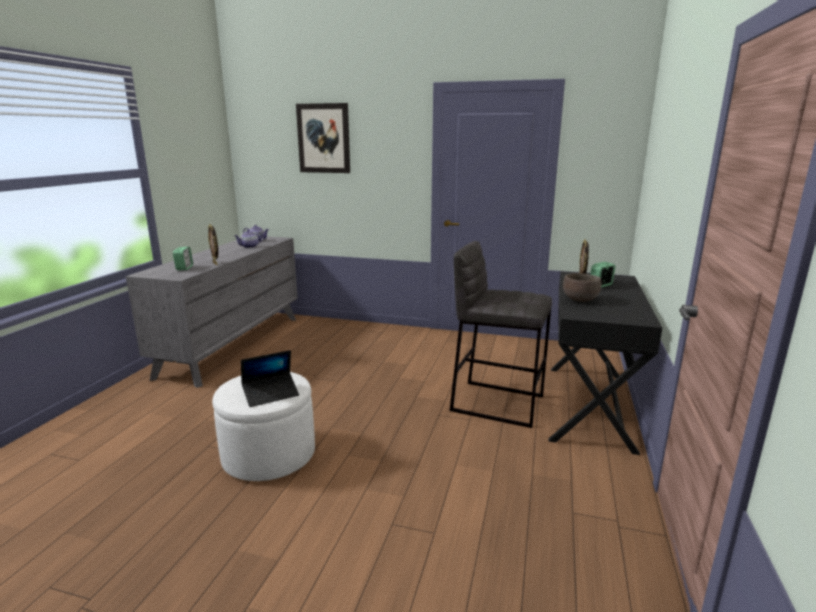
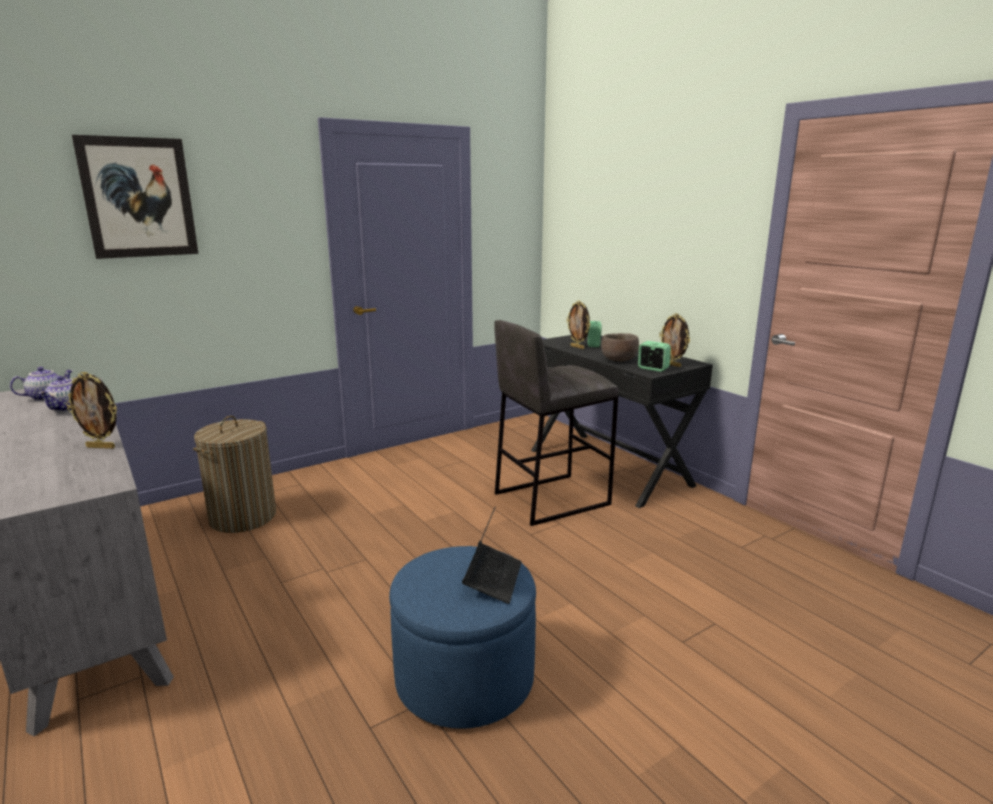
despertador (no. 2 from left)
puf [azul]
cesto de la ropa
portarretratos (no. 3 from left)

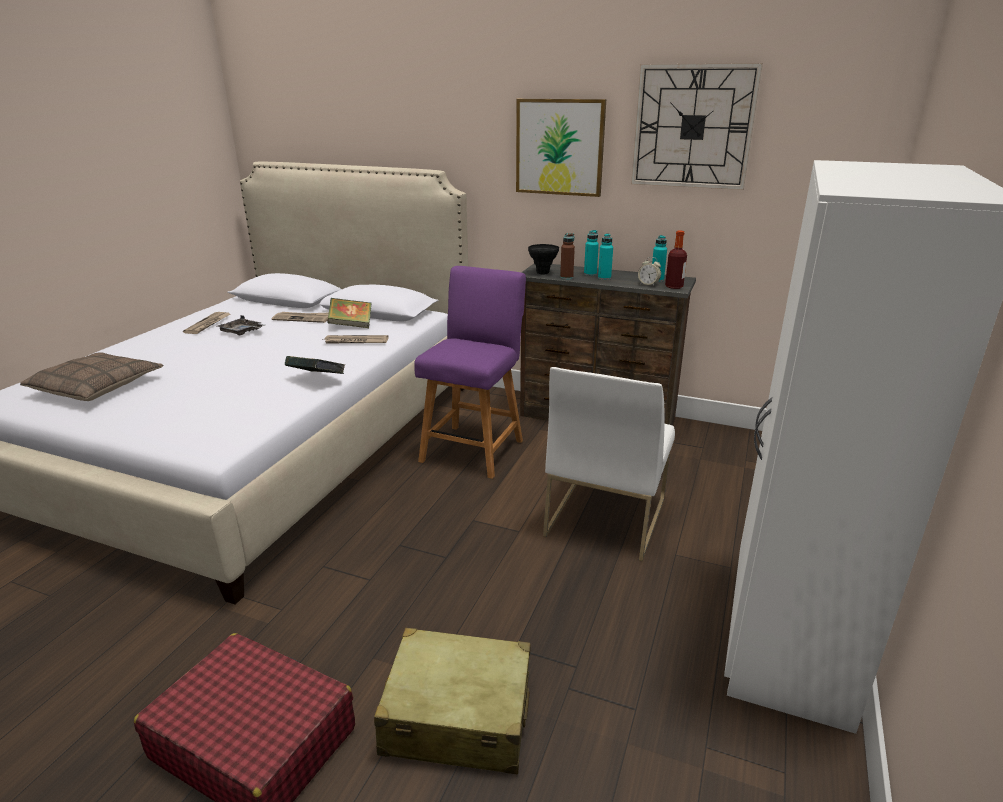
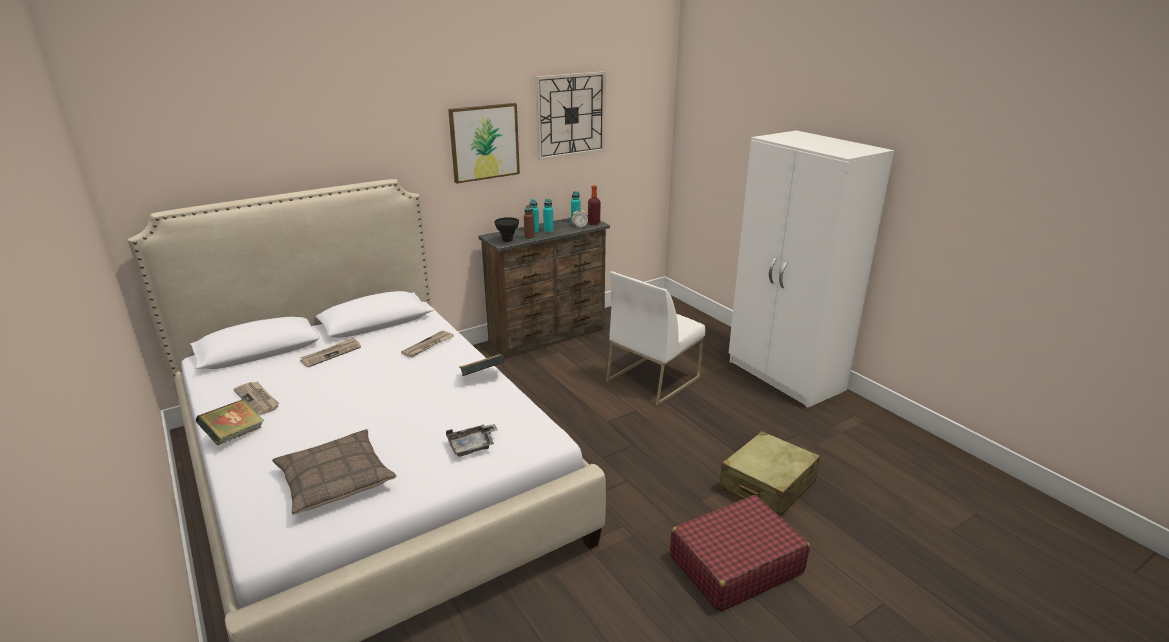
bandeja [gris]
libro (no. 1 from left)
silla [morado]
silla [blanco]

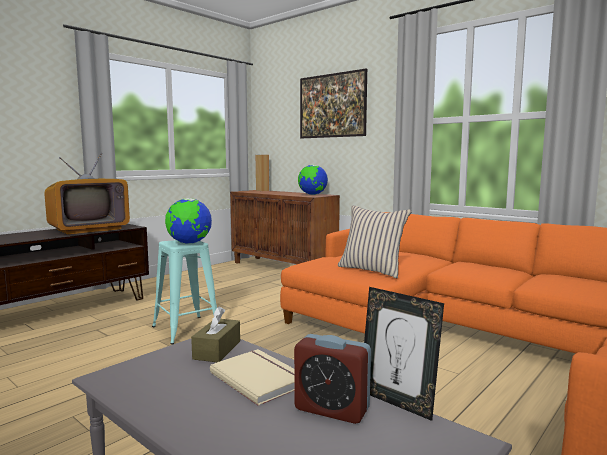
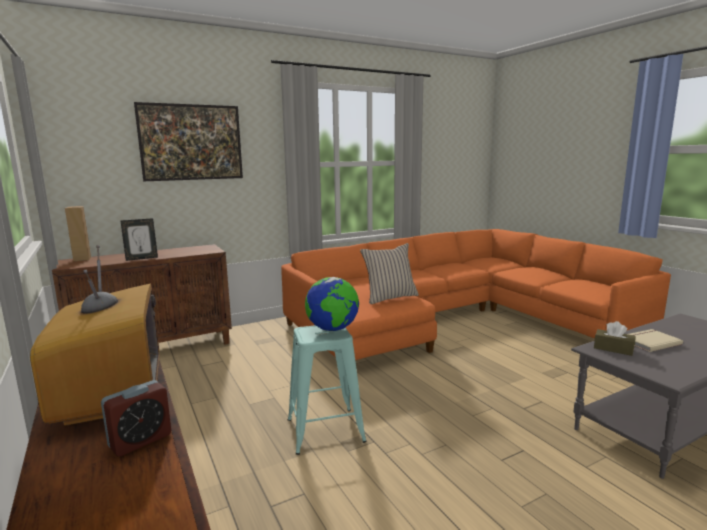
despertador
globo terráqueo (no. 2 from left in the first image)
portarretratos

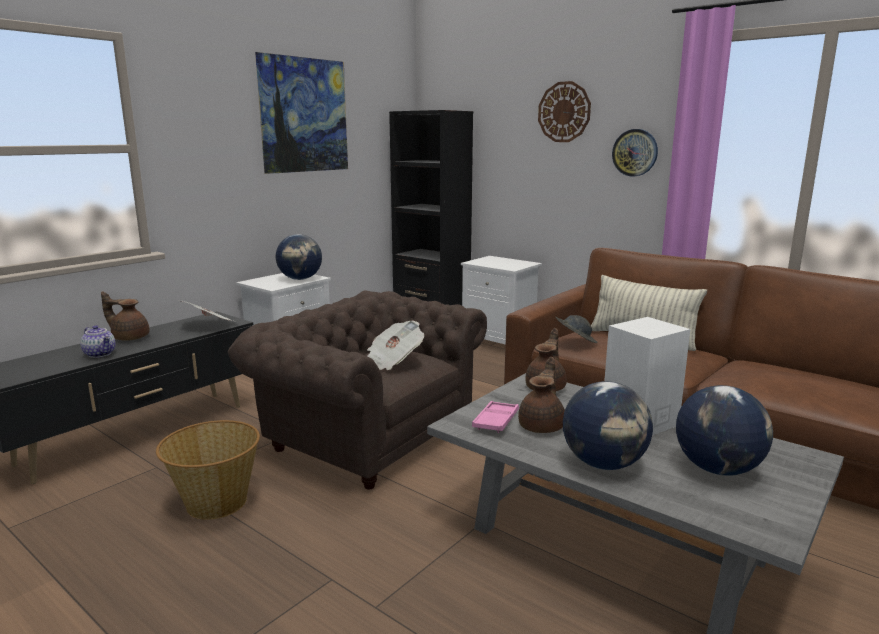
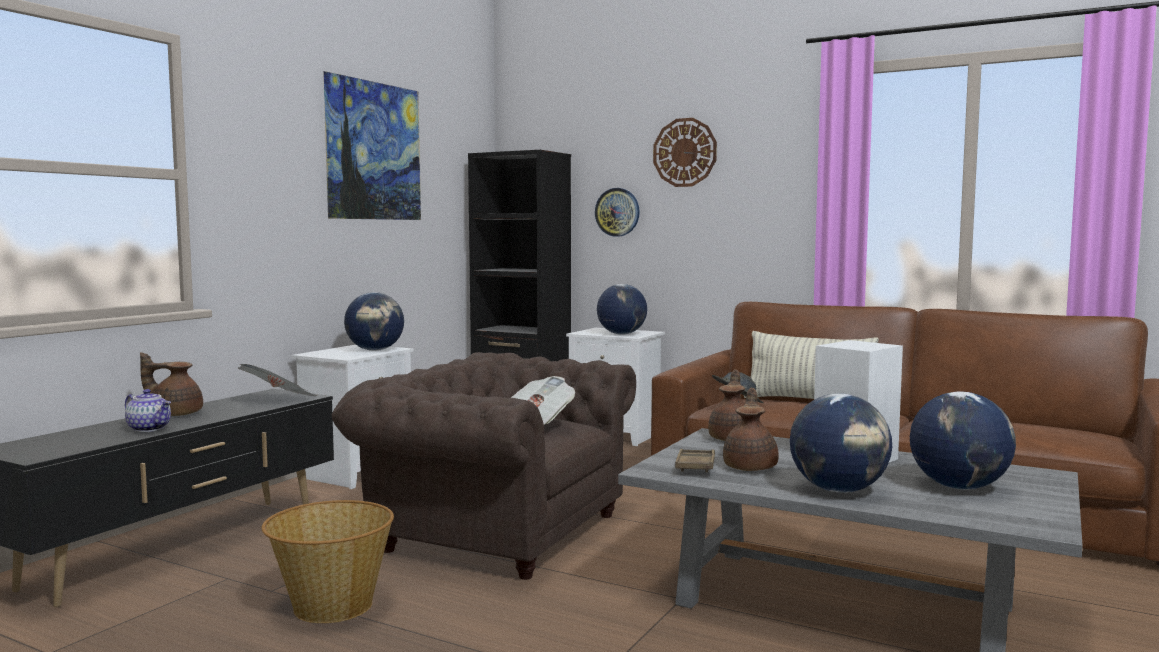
bandeja [marrón]
reloj de pared (no. 1 from left)
globo terráqueo (no. 2 from left)

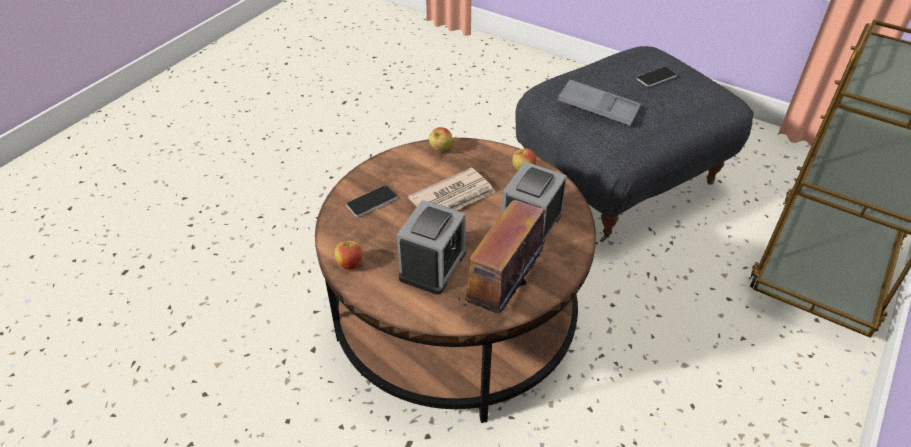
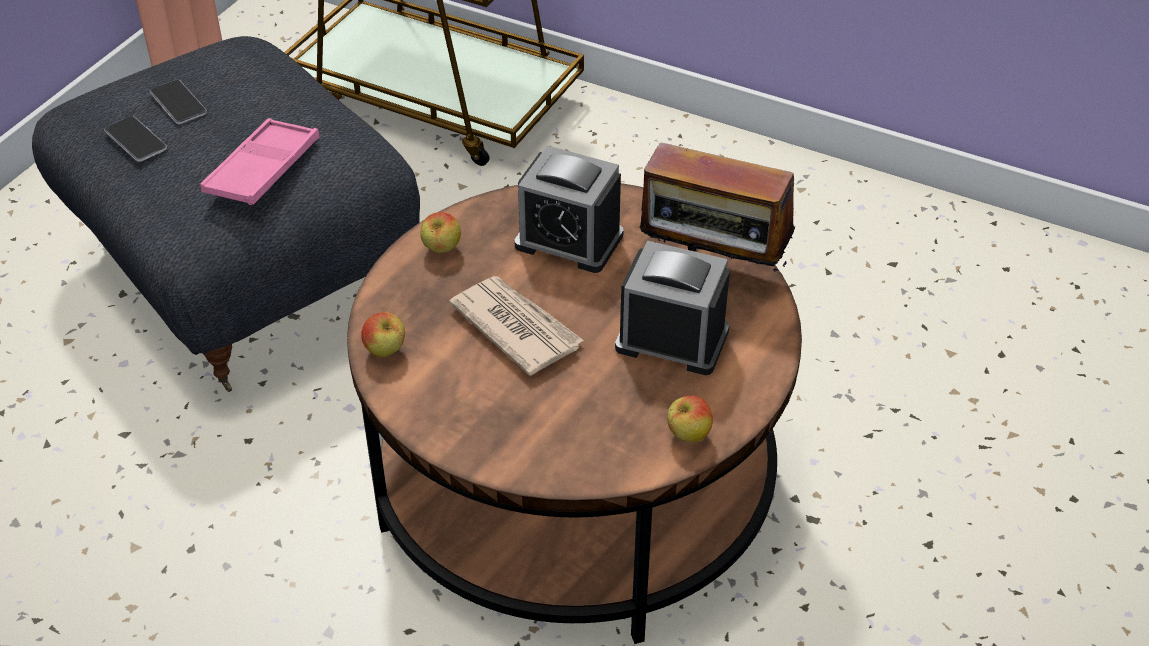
móvil (no. 1 from left)
bandeja [rosa]

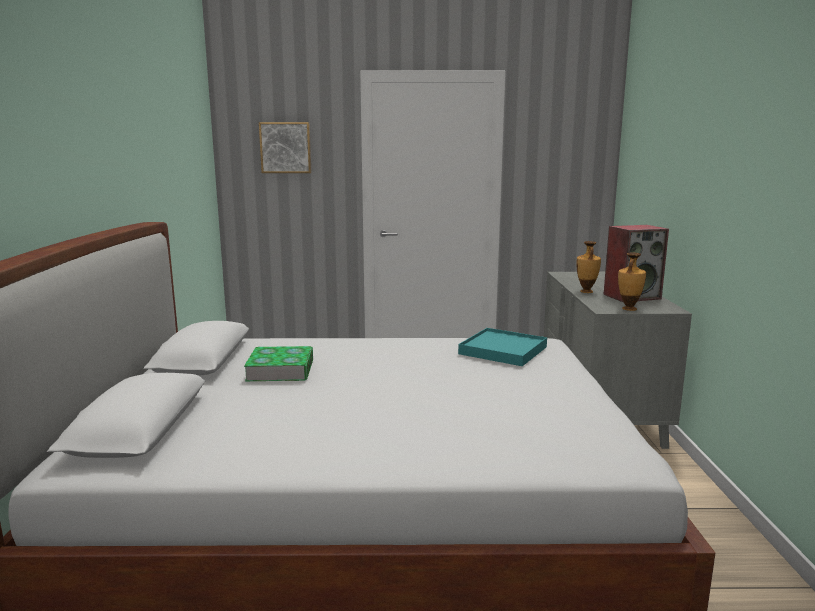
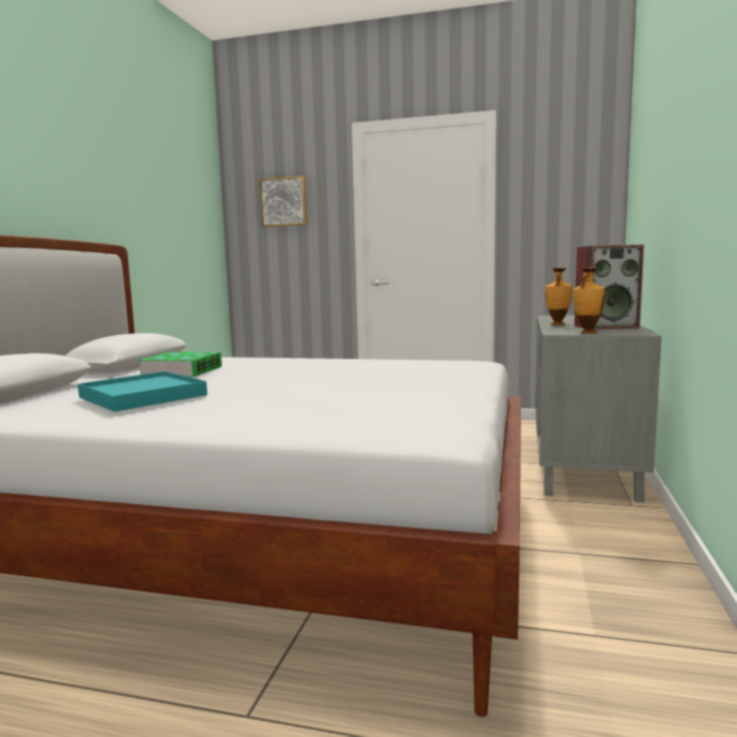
bandeja [turquesa]

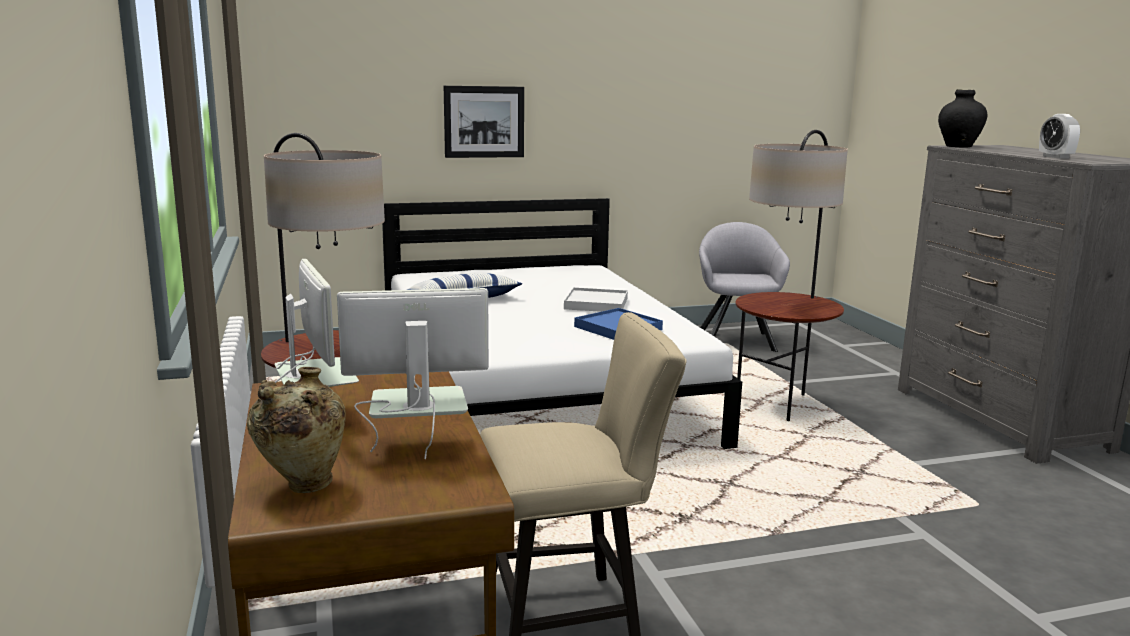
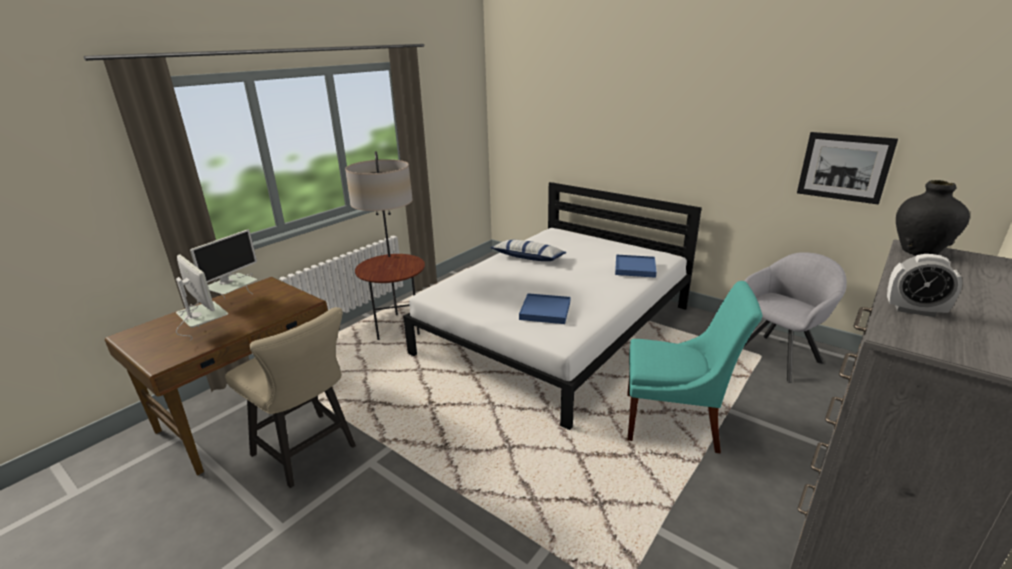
florero [beis]
cuadro
bandeja [blanco]
silla [turquesa]
despertador
bandeja [azul] (no. 2 from left)

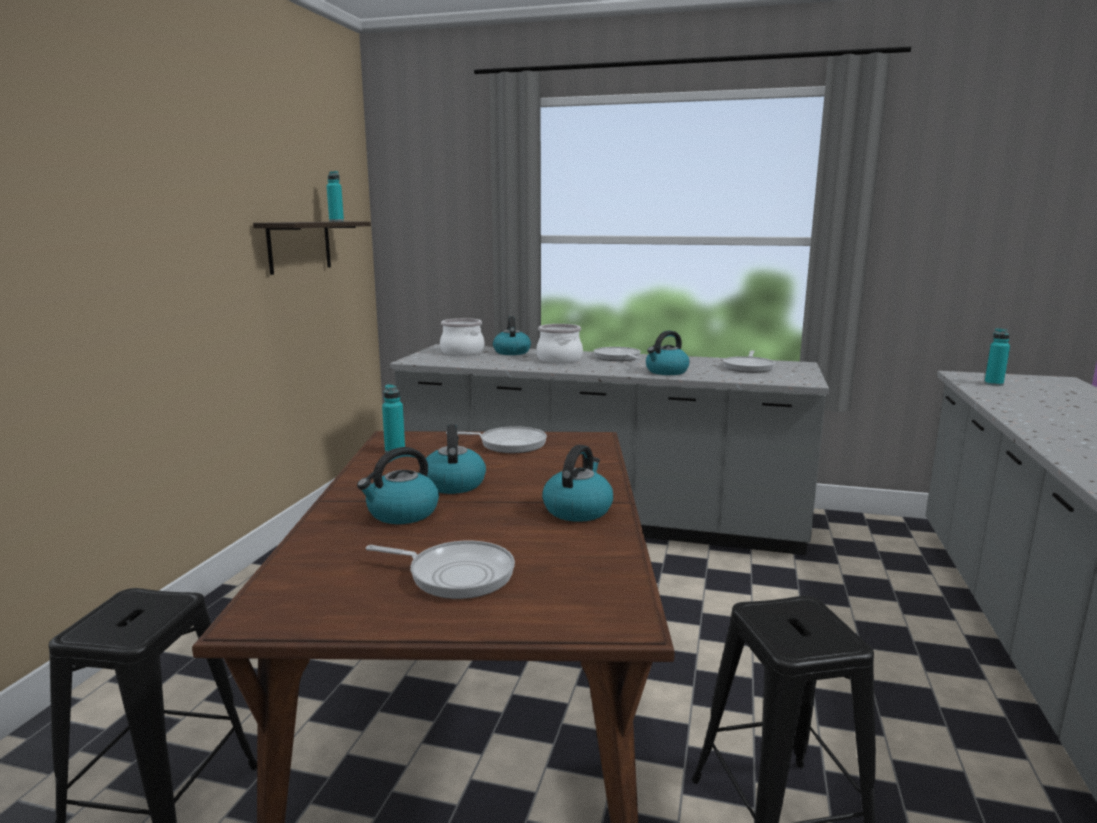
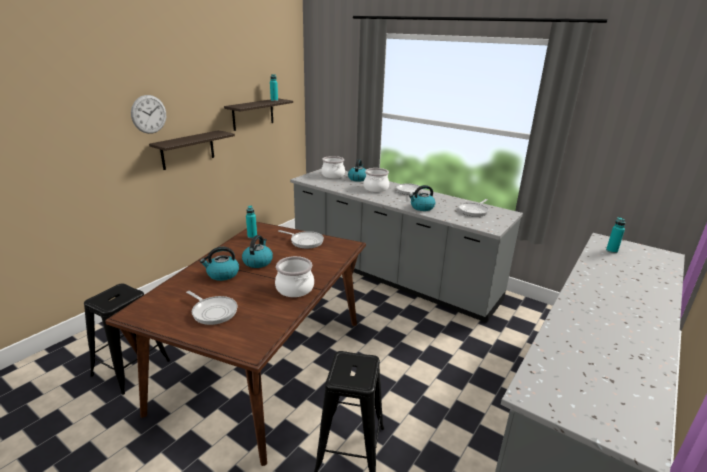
olla (no. 1 from left)
reloj de pared
estante (no. 1 from left)

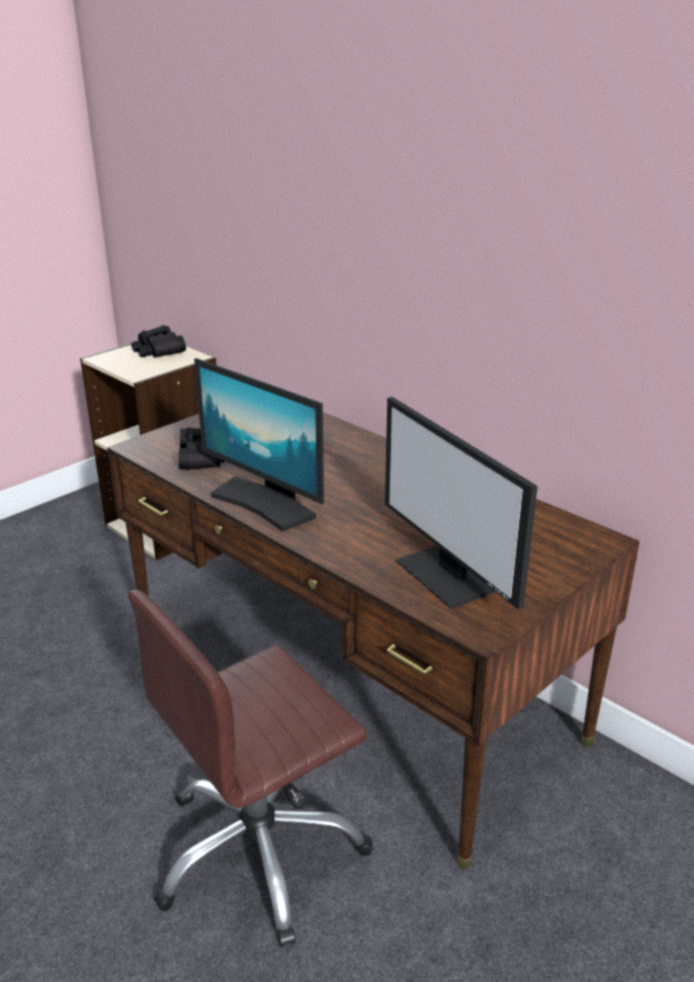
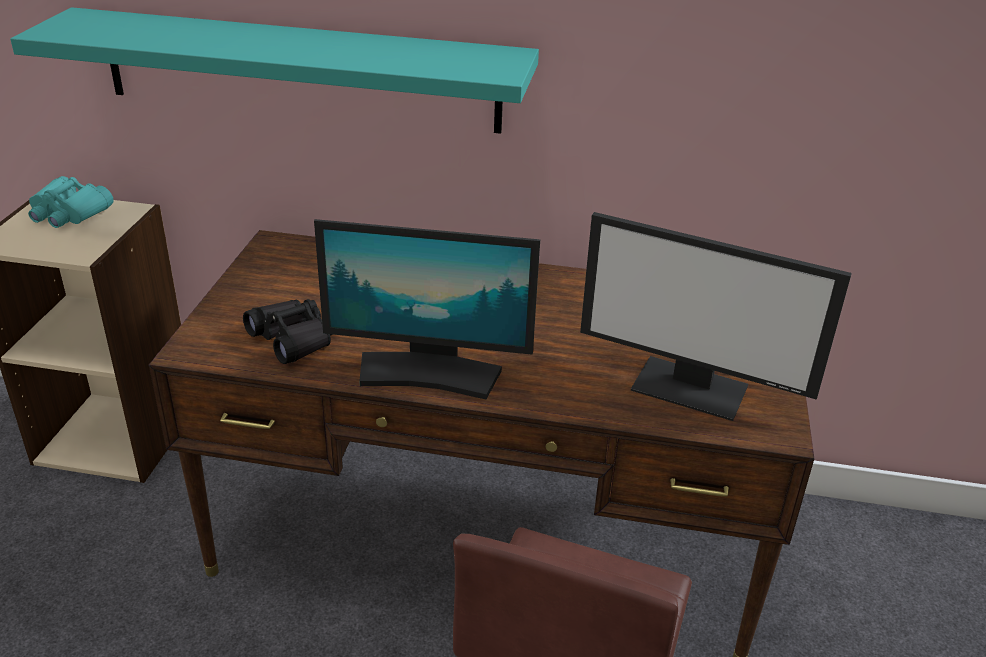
prismáticos [turquesa]
estante [turquesa]

